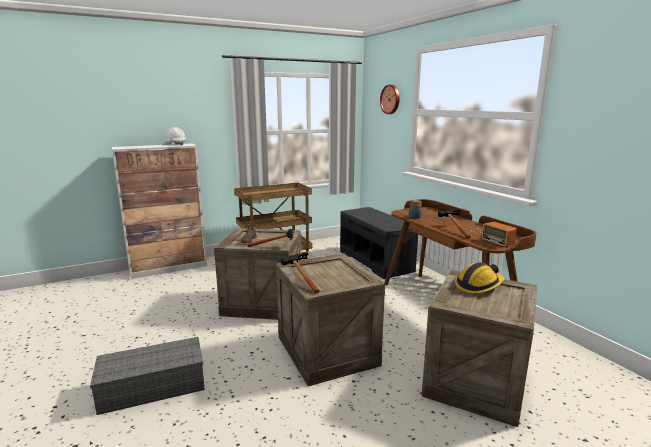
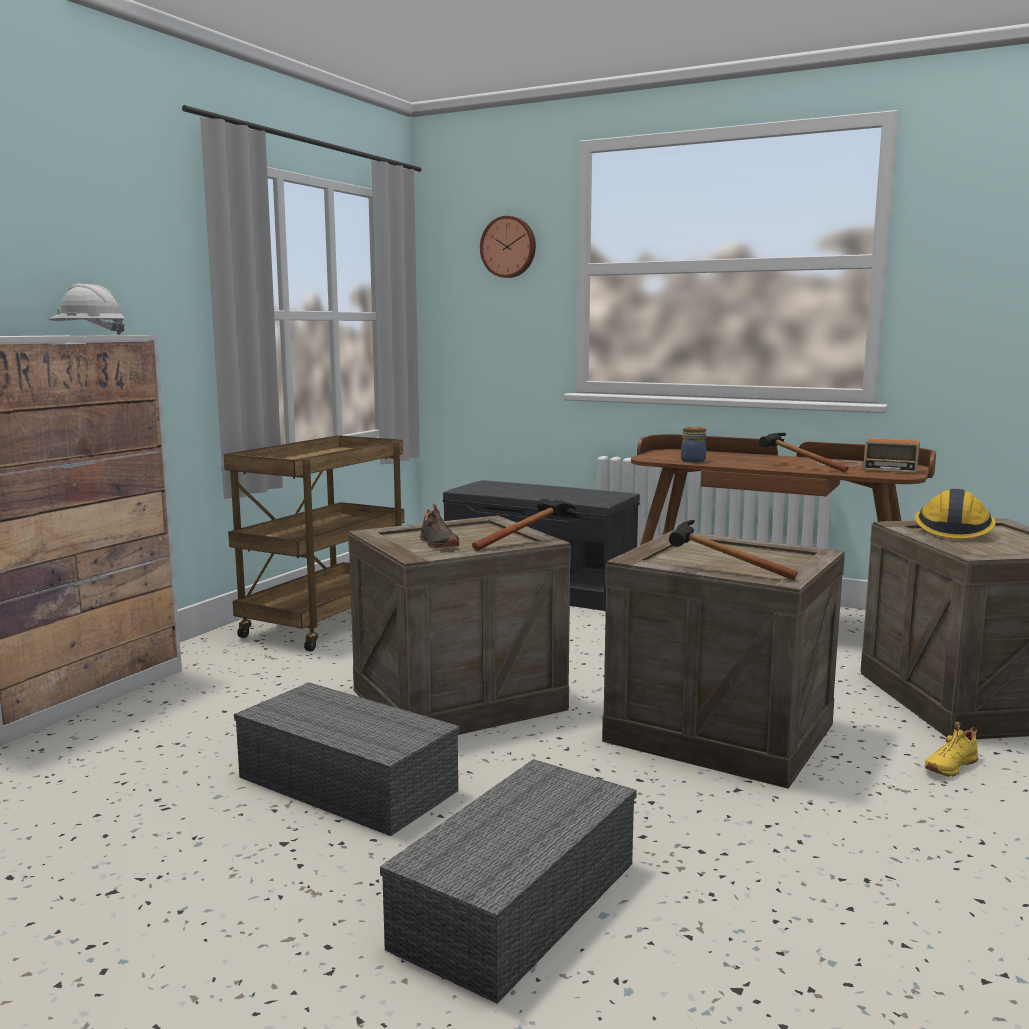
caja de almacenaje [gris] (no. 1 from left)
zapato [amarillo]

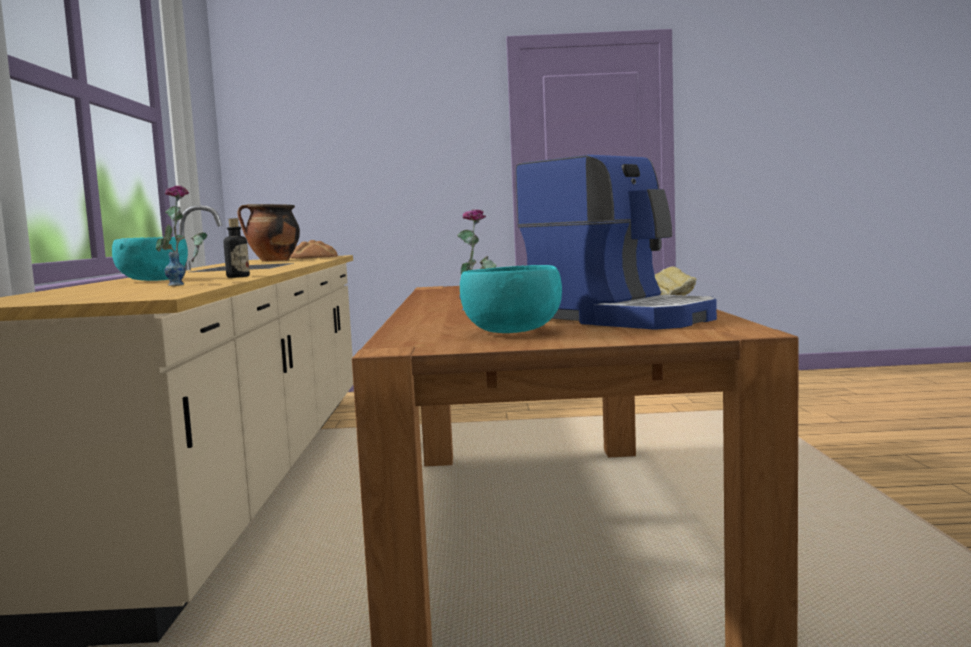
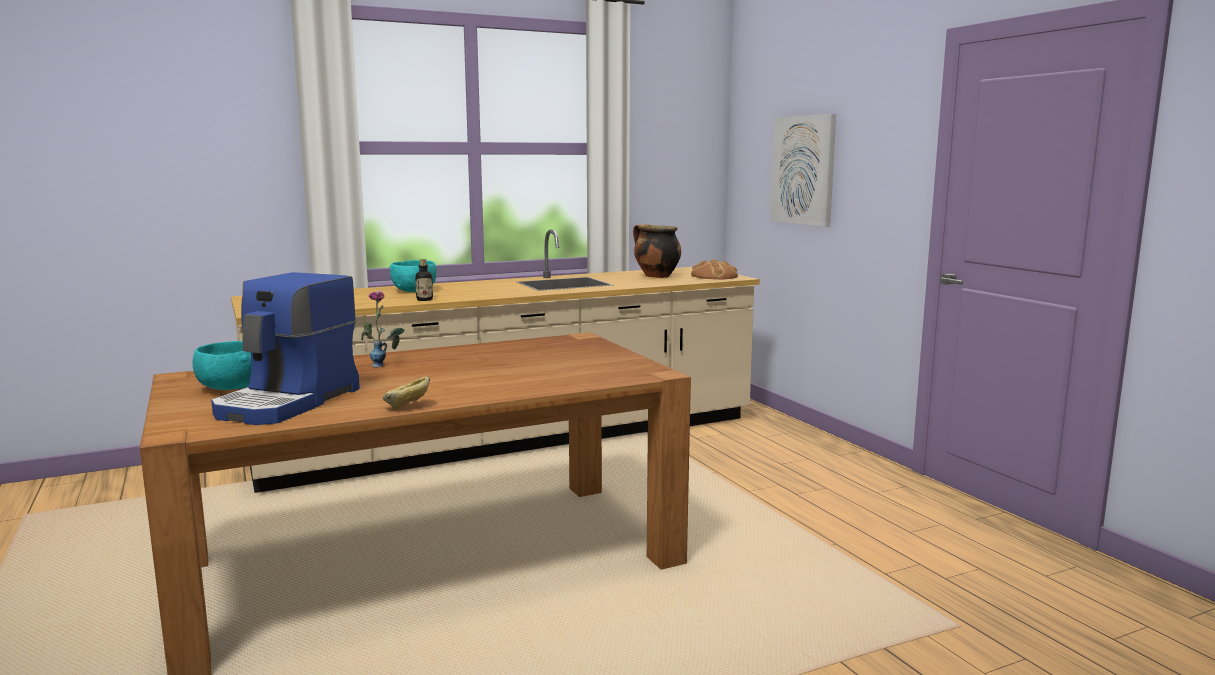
florero (no. 1 from left in the first image)
cuadro

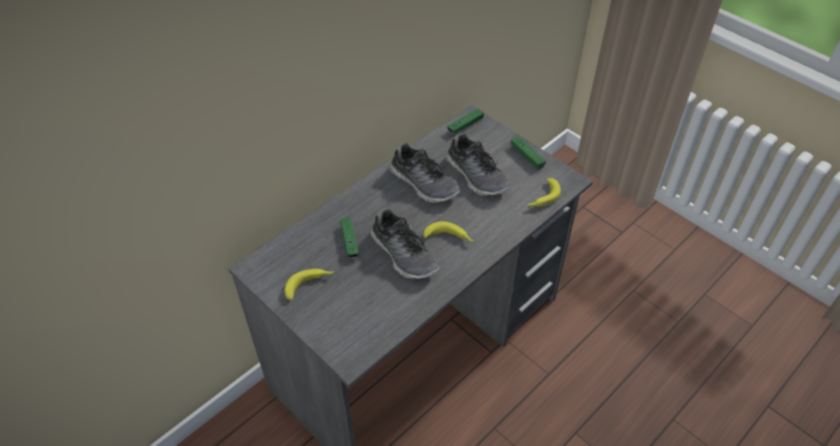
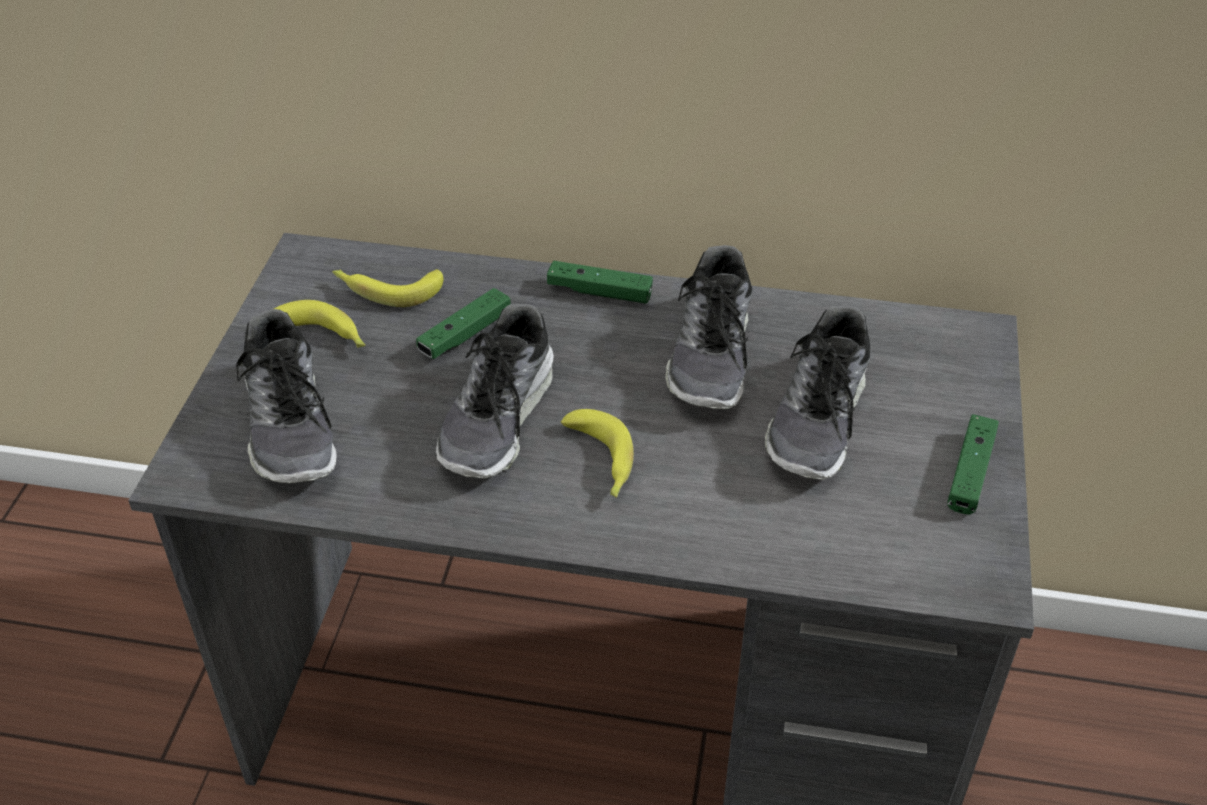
mando de consola [verde] (no. 2 from left)
plátano (no. 2 from left)
zapato (no. 1 from left)

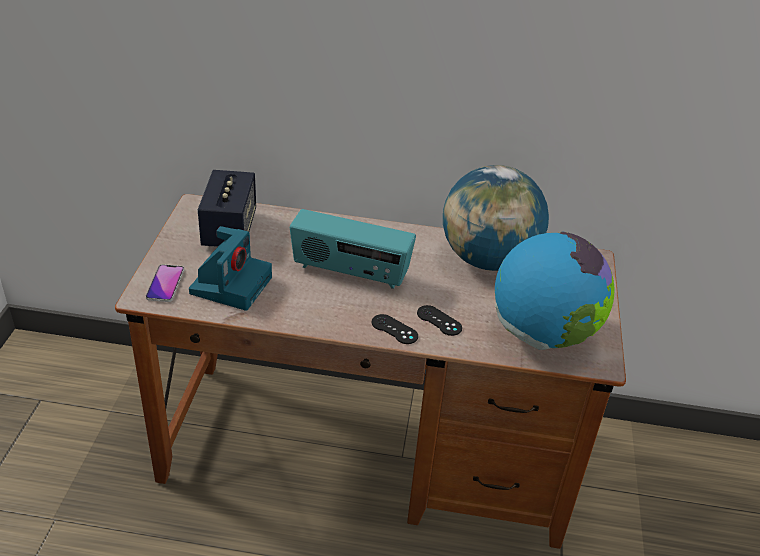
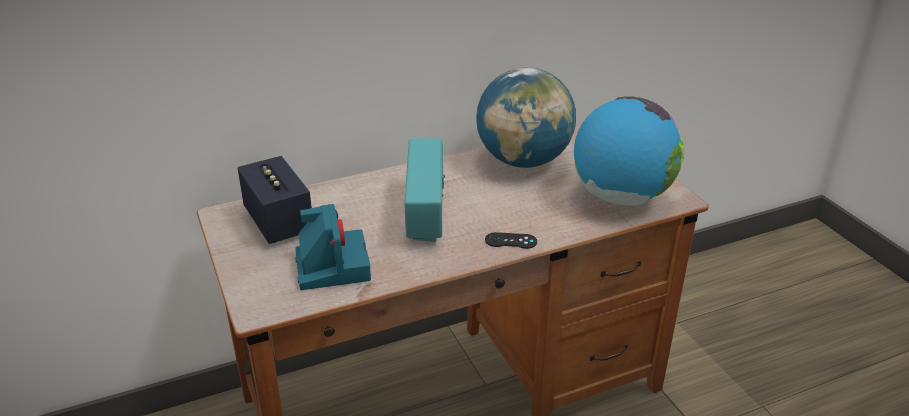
móvil
radio
mando de consola [negro] (no. 2 from left in the first image)

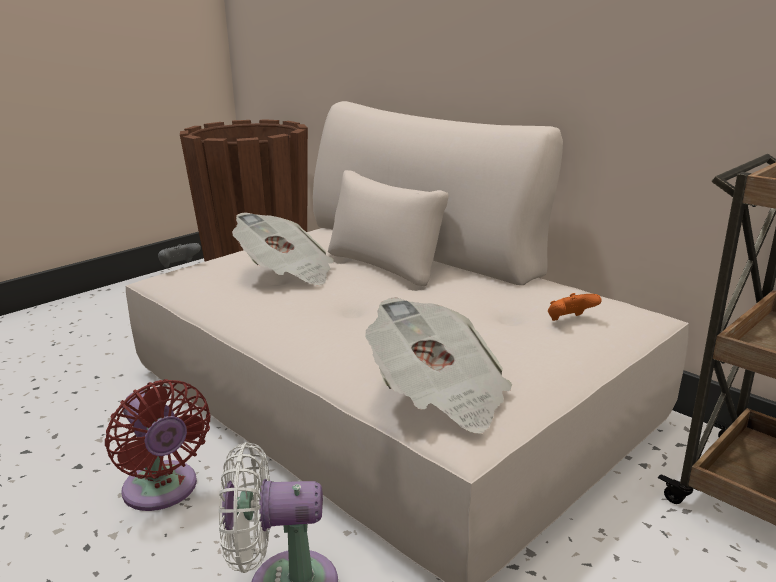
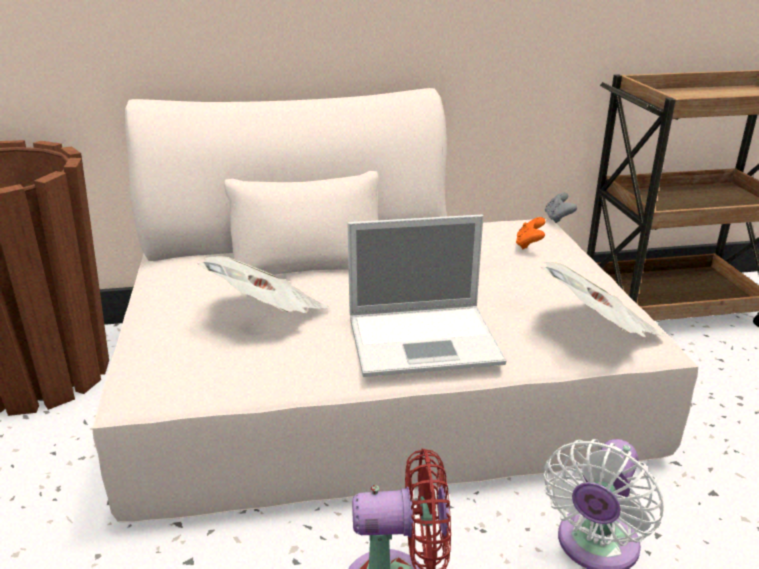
mando de consola [gris]
portátil

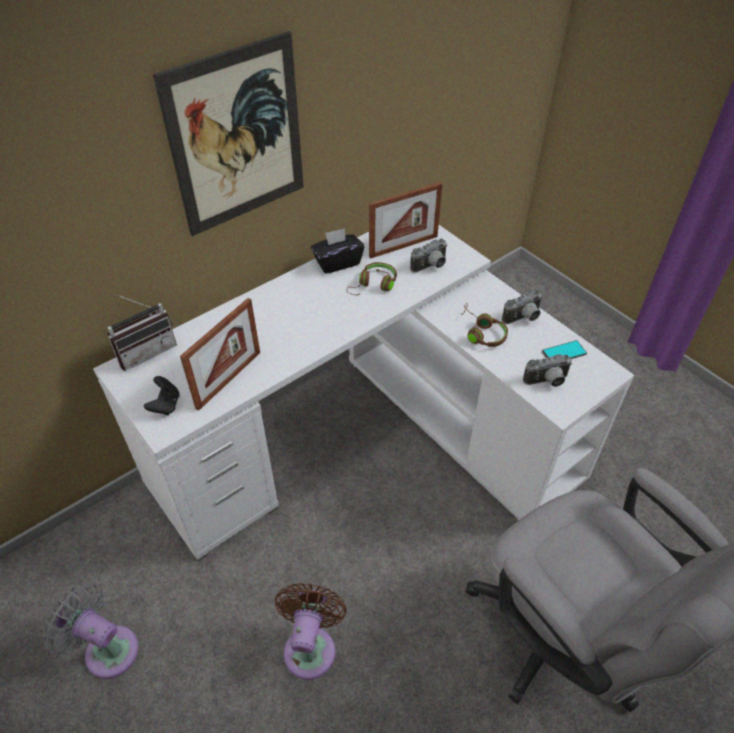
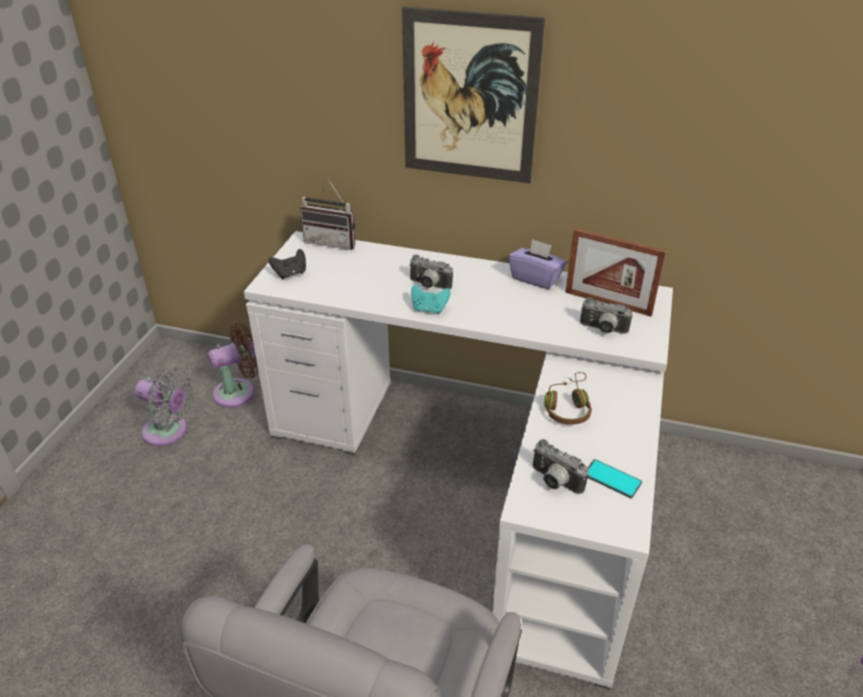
ventilador [gris]
portarretratos (no. 1 from left in the first image)
ventilador [marrón]
caja de pañuelos [morado]
auriculares [marrón] (no. 1 from left in the first image)
cámara (no. 1 from left)
mando de consola [turquesa]

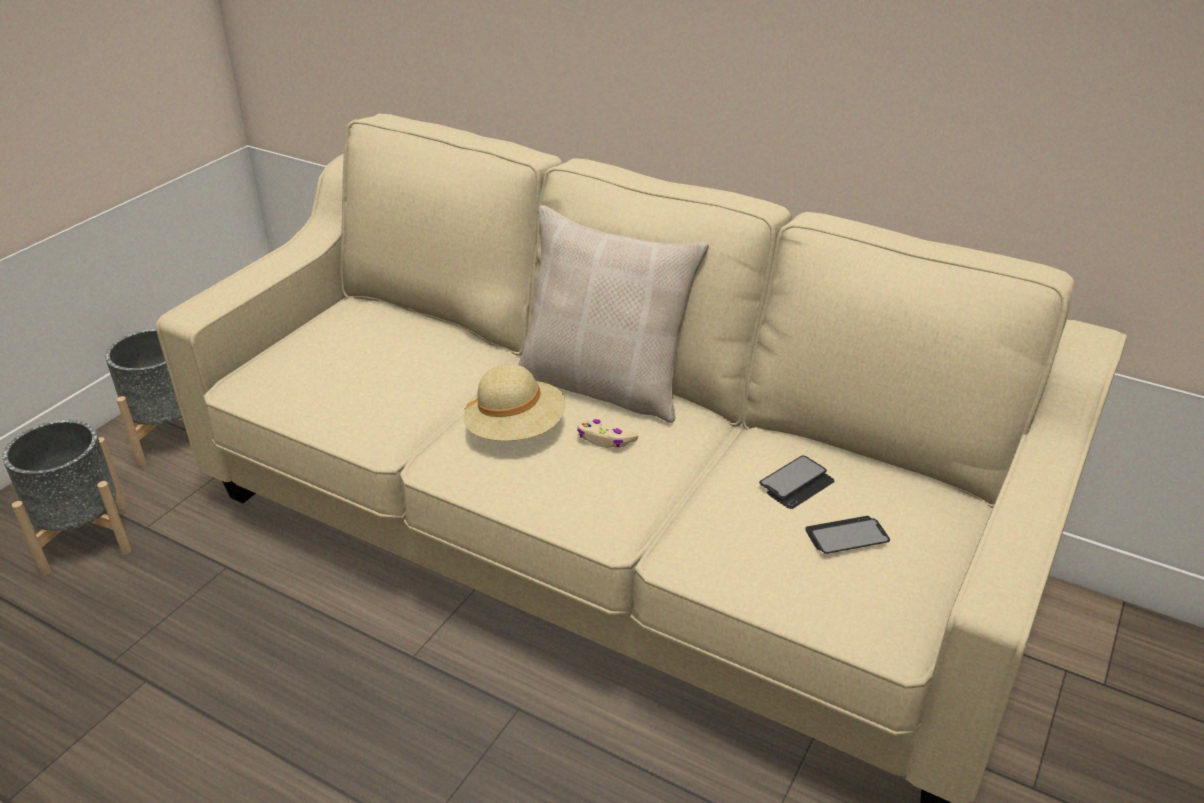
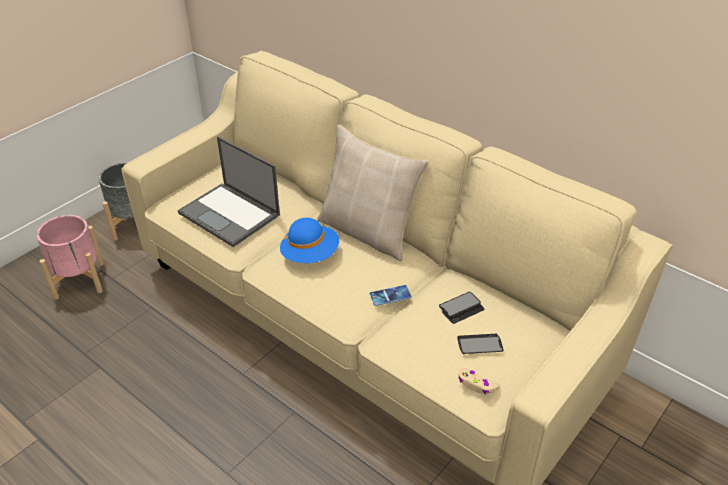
maceta [rosa]
sombrero [azul]
mando de consola [beis]
portátil
móvil (no. 1 from left)

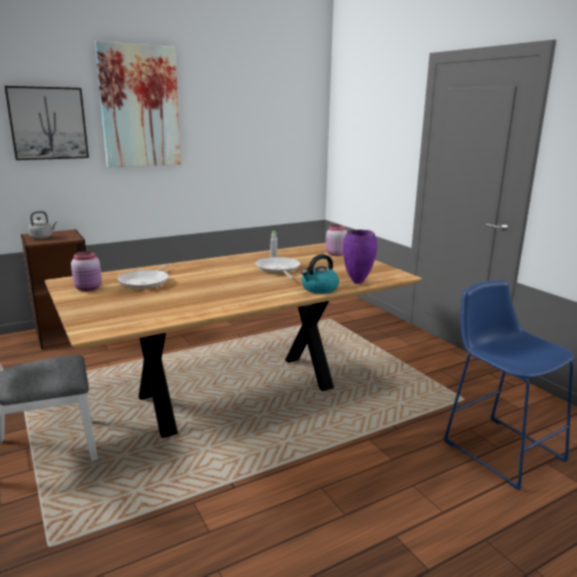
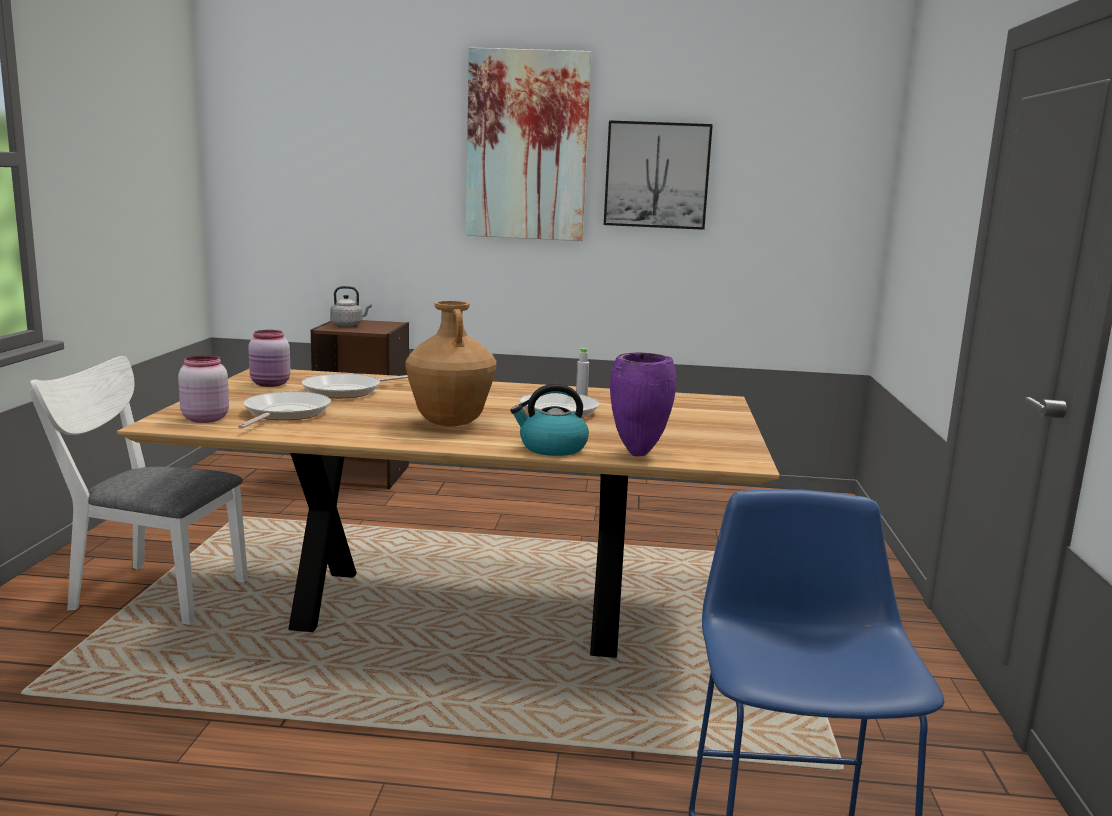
cuadro (no. 2 from left)
tarro [rosa] (no. 1 from left)
sartén (no. 1 from left)
florero [marrón]

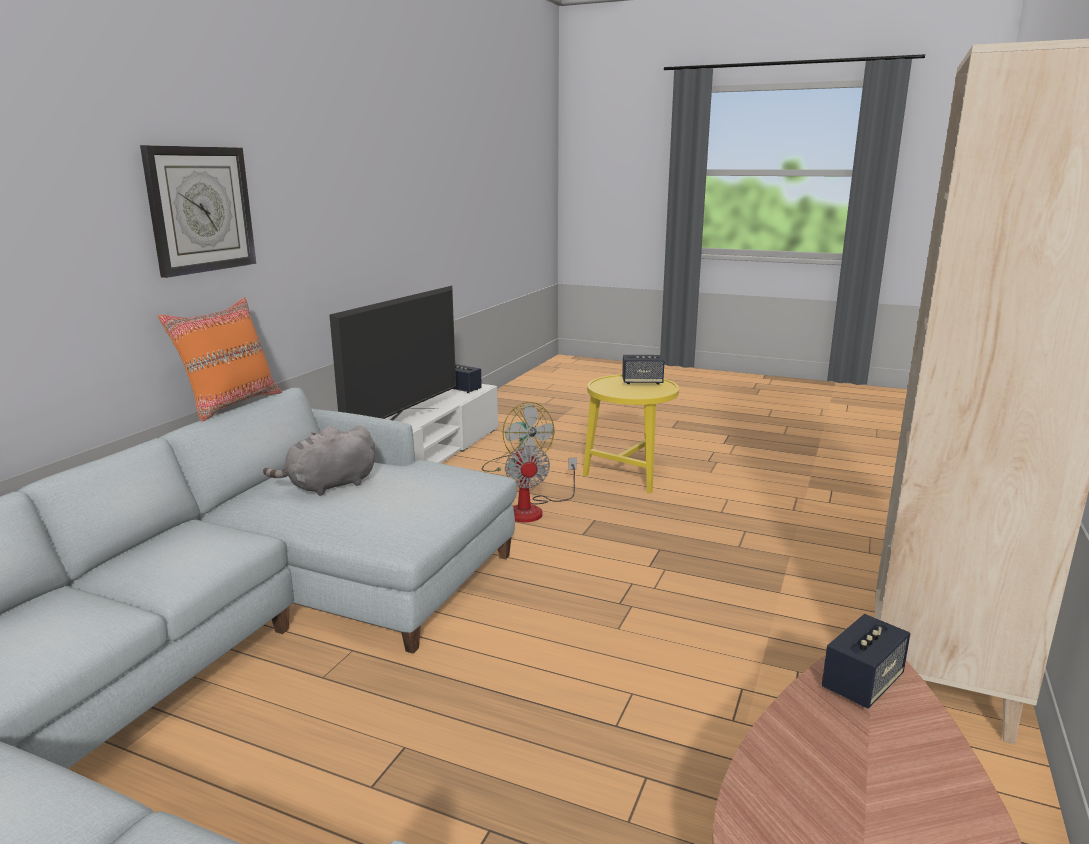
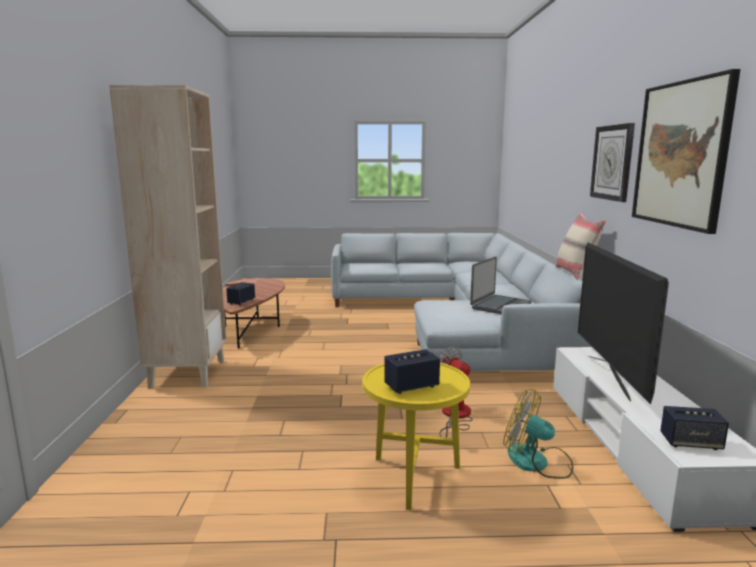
cojín [beis]
portátil
cuadro

